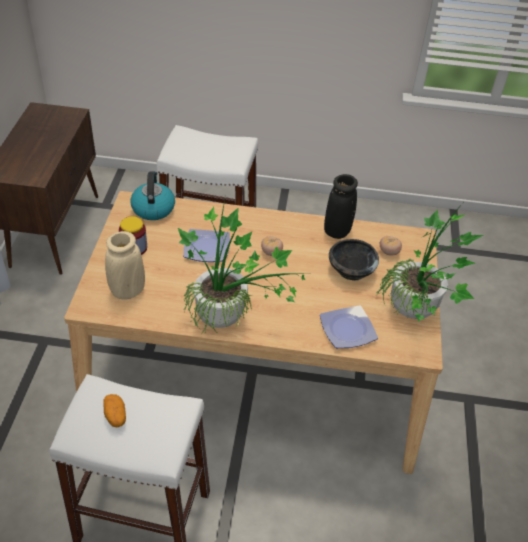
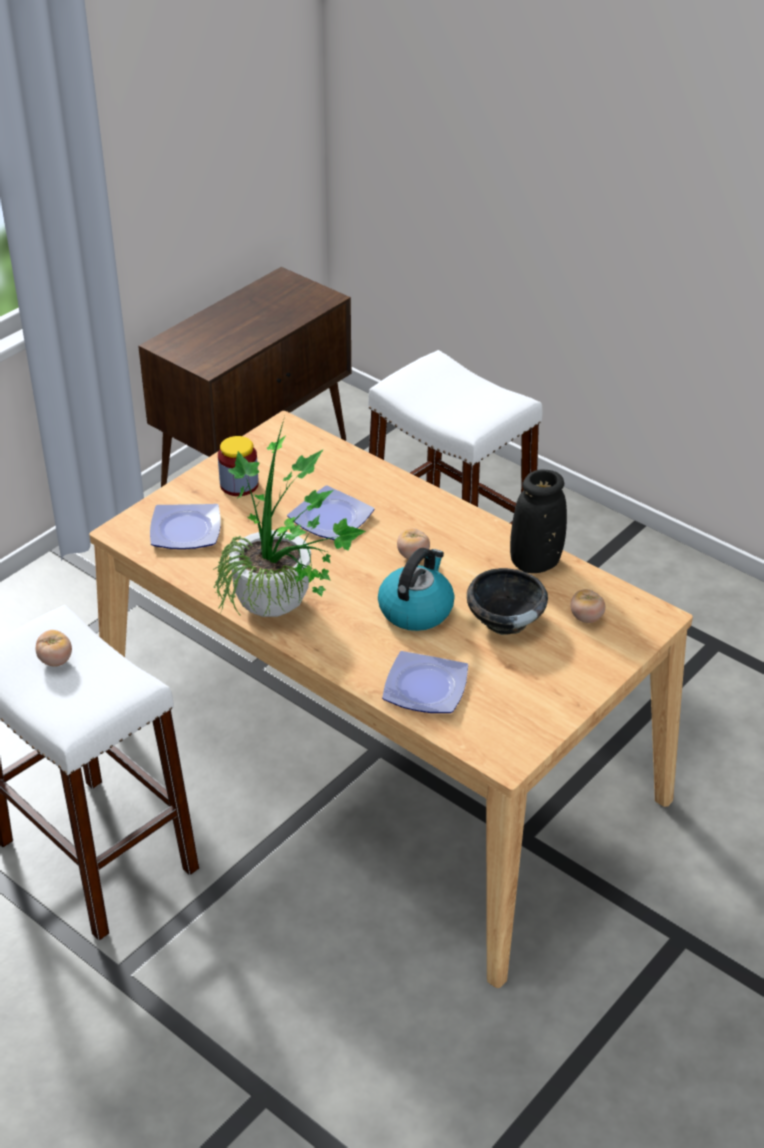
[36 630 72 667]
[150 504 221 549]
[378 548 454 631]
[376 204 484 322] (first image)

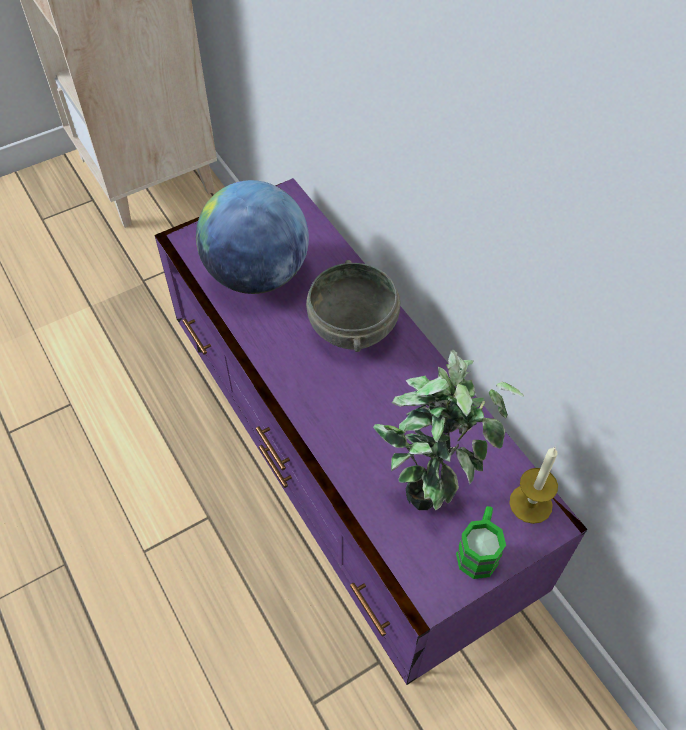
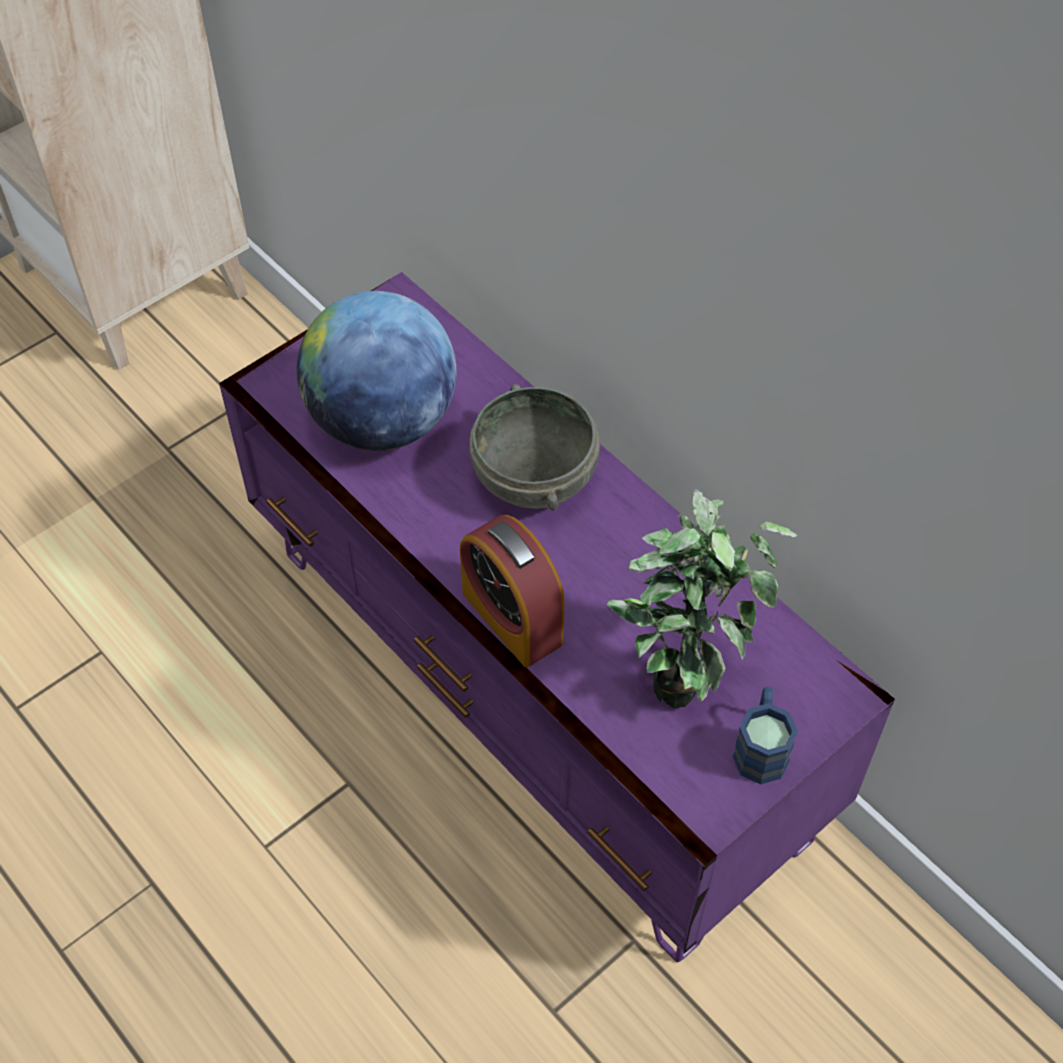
[460 515 565 667]
[732 687 798 785]
[509 447 558 524] (first image)

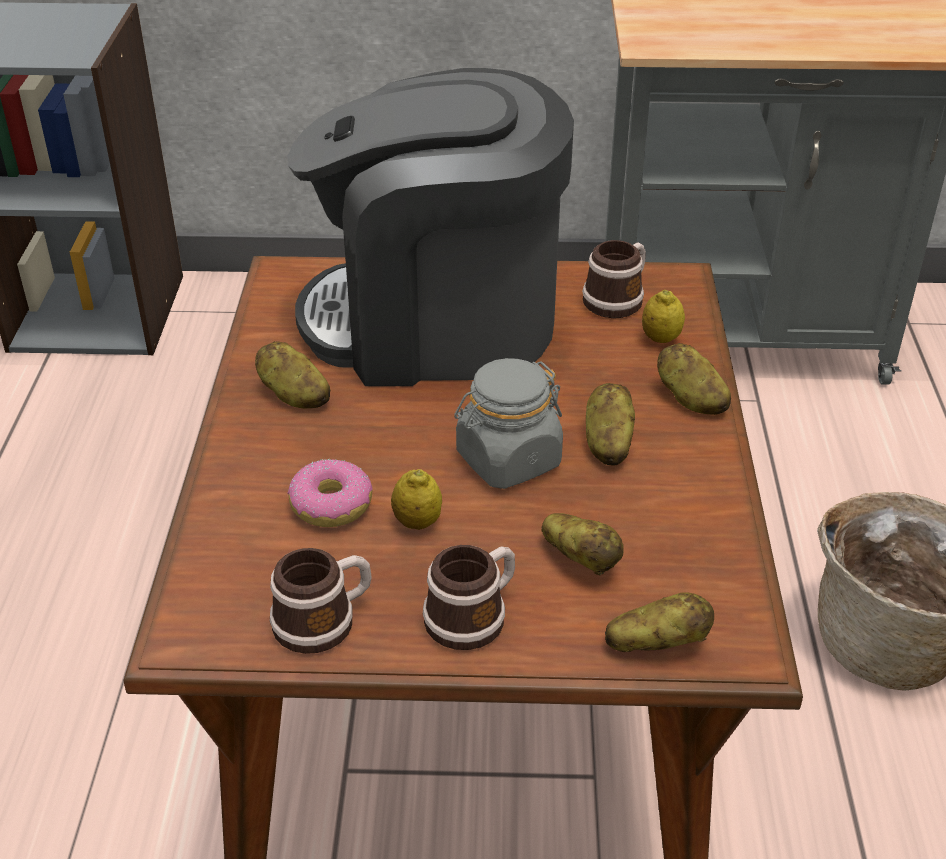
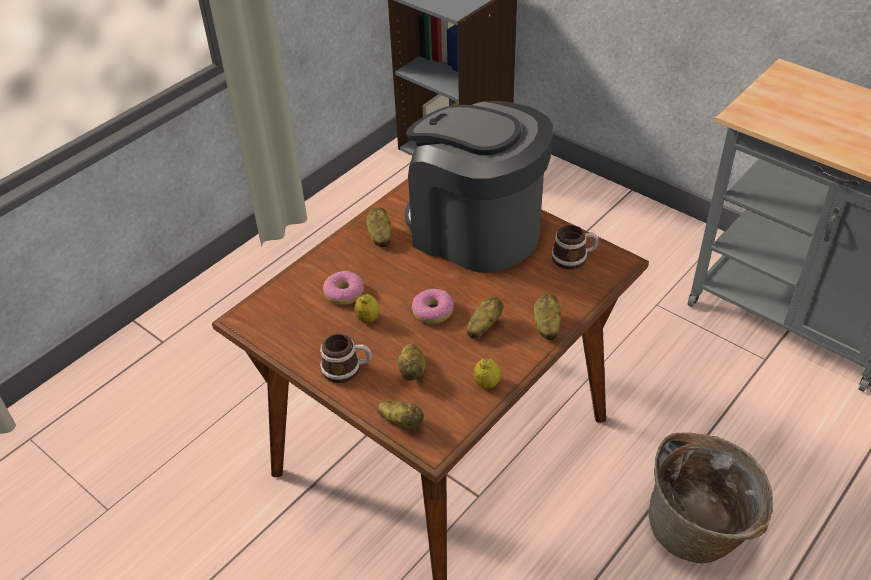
[412 289 454 324]
[473 358 501 388]
[270 548 372 654] (first image)

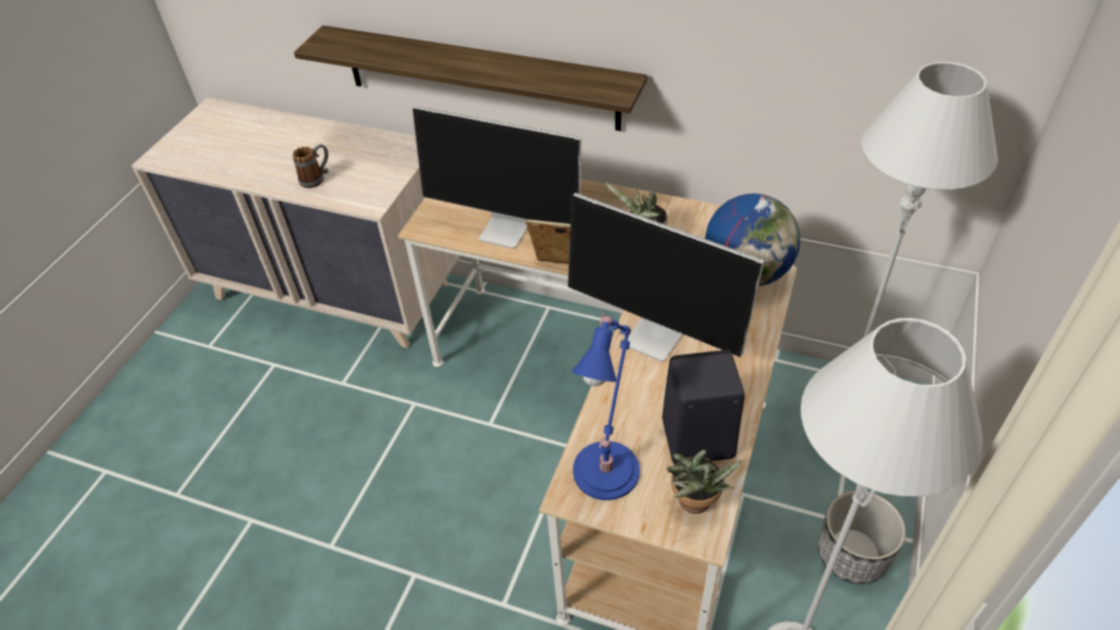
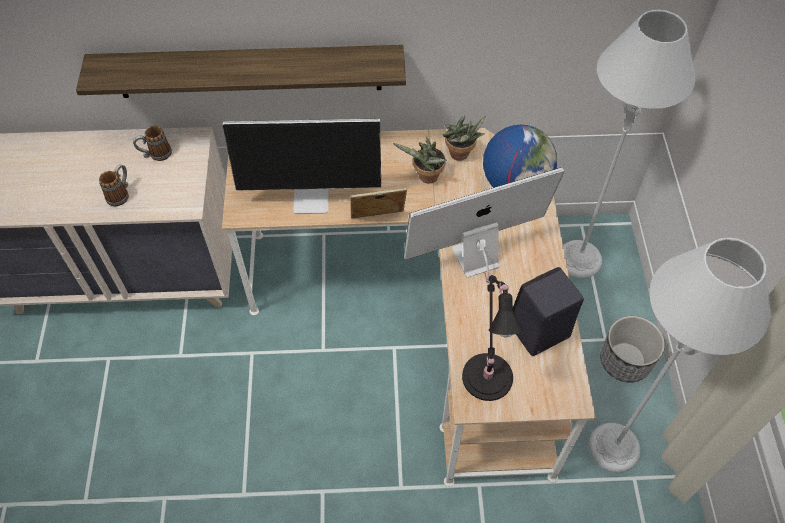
[133 126 172 161]
[404 167 565 283]
[442 116 486 161]
[462 274 523 401]

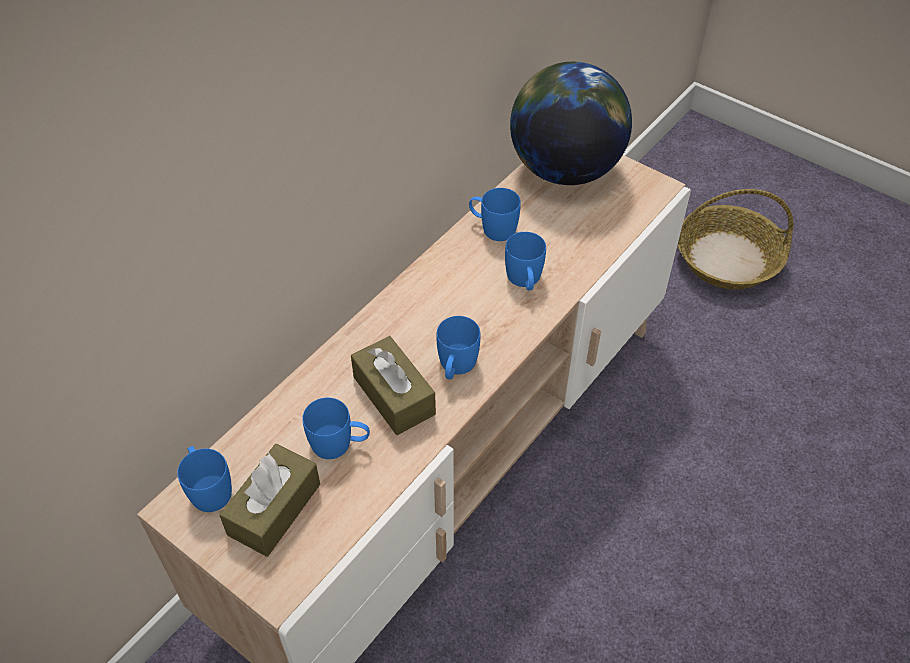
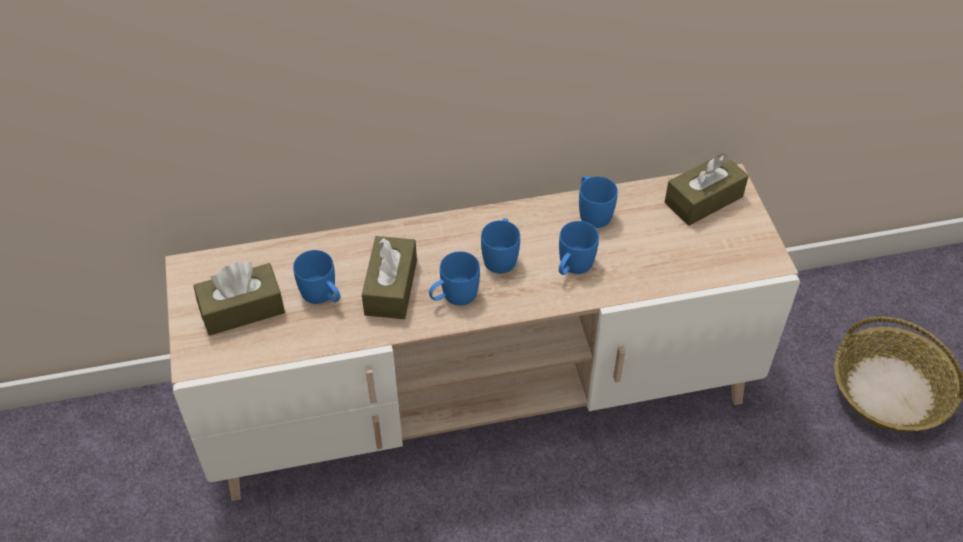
[481 218 520 273]
[664 153 749 226]

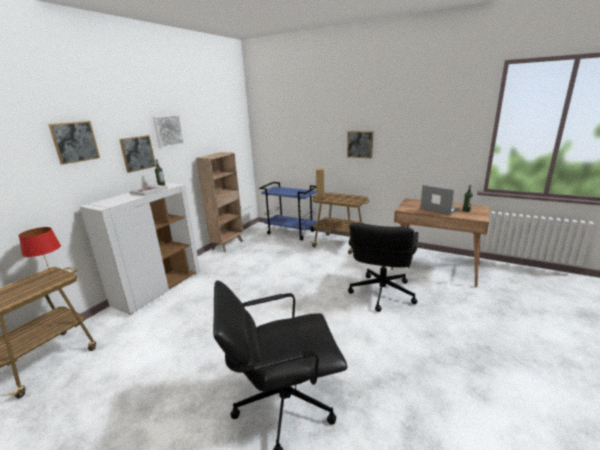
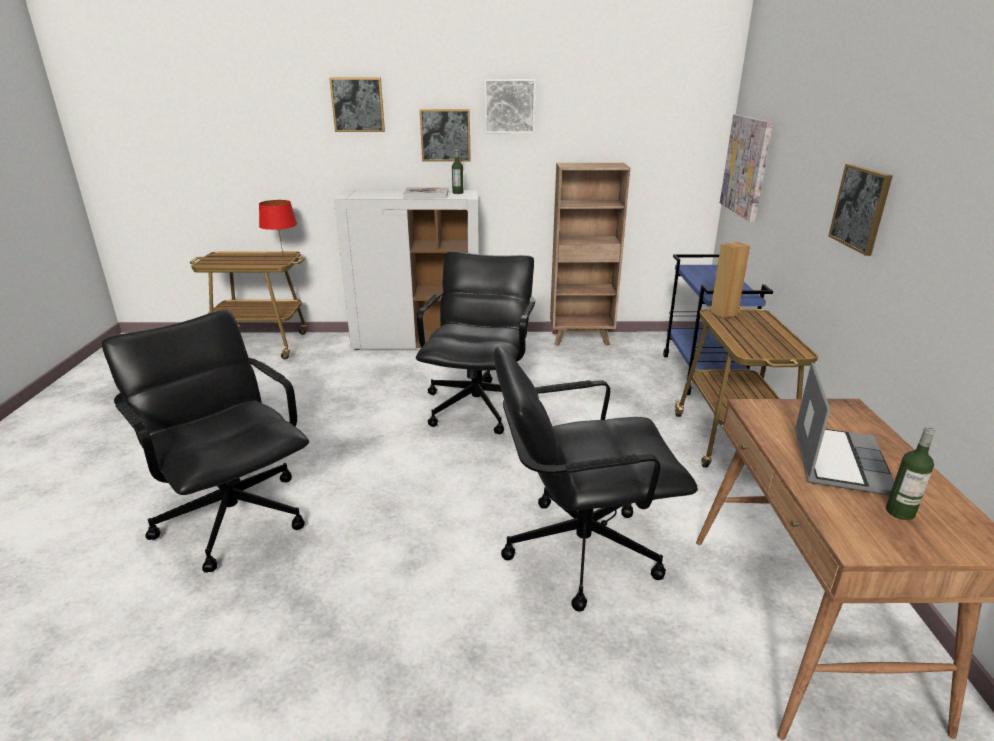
[416 251 535 434]
[720 115 773 222]

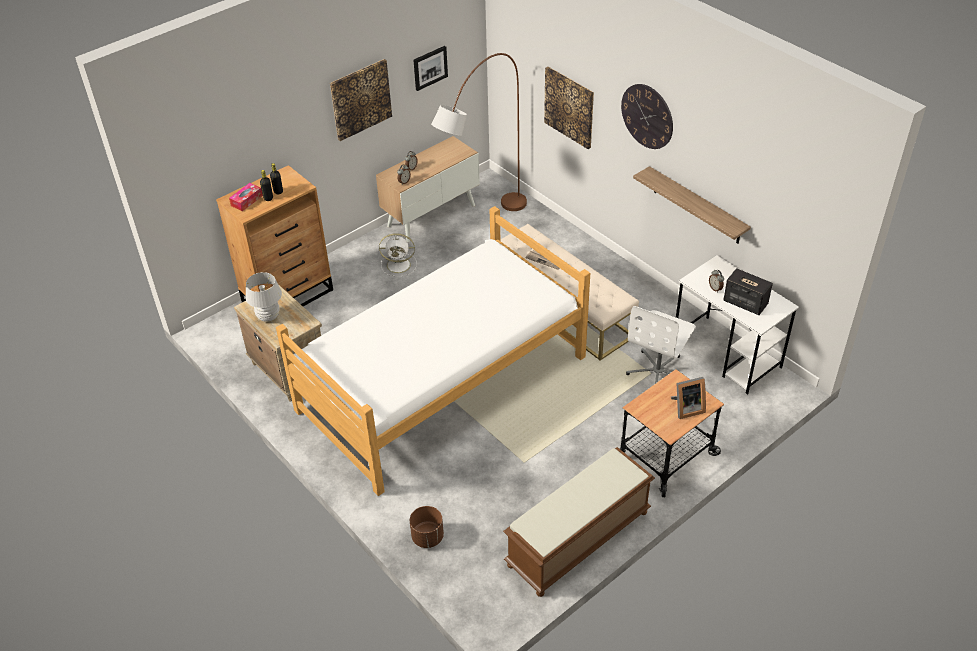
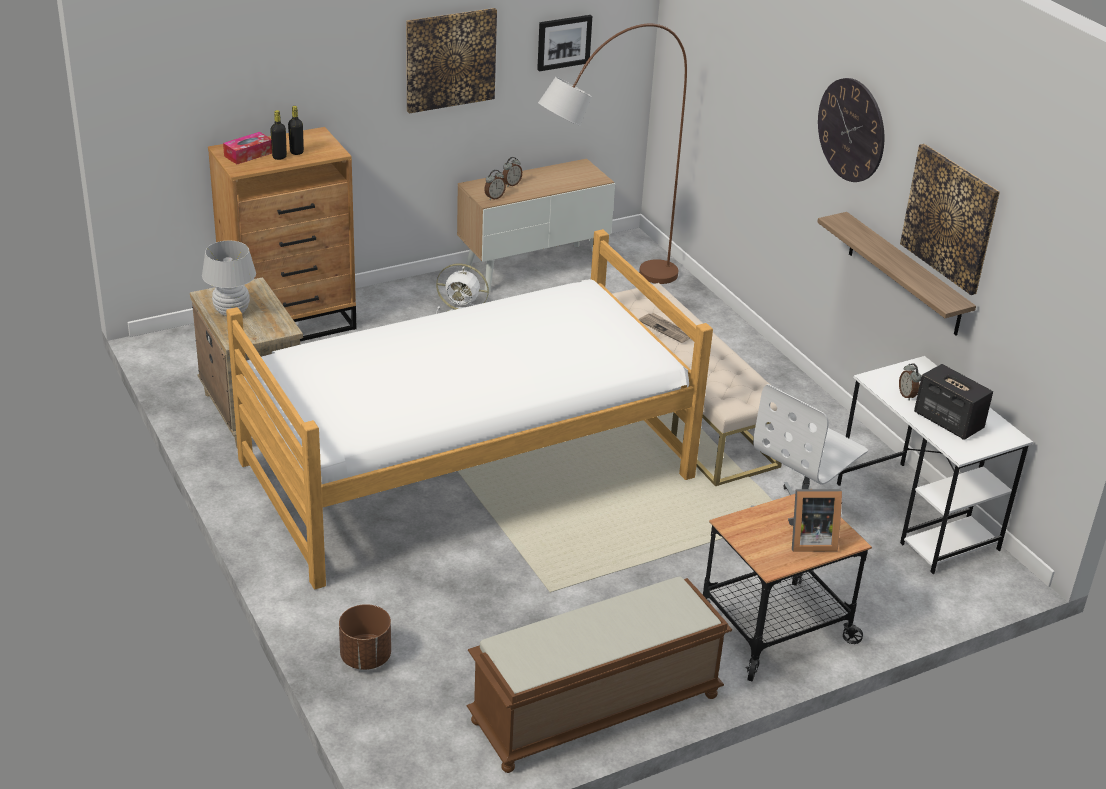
[900 144 1000 295]

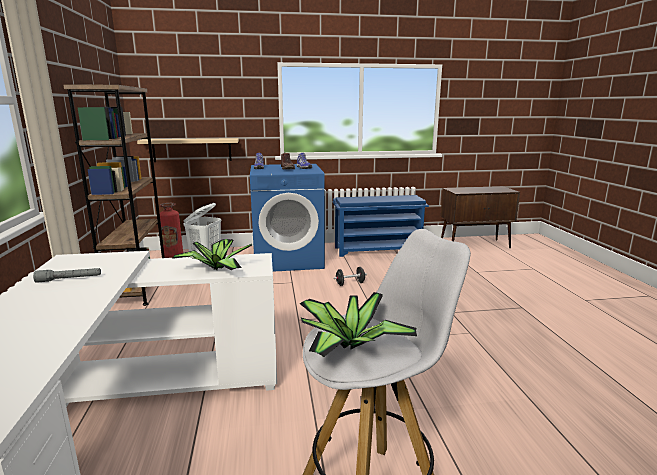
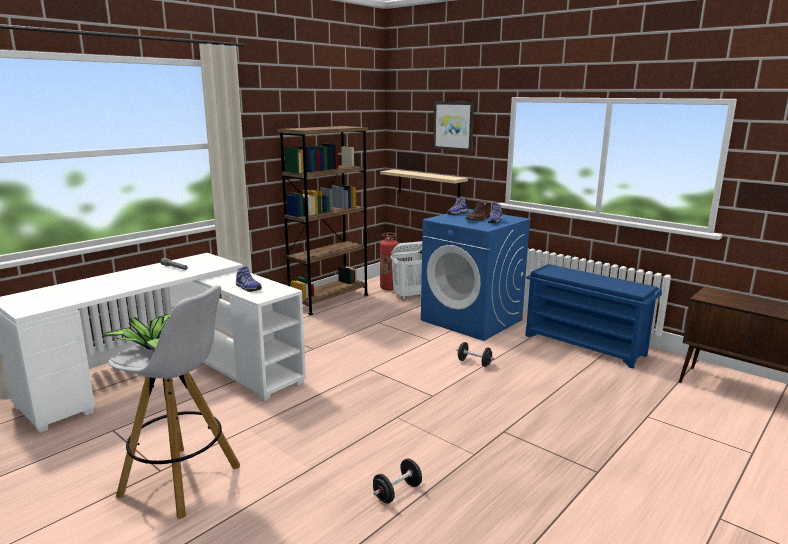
[236 266 262 292]
[373 458 422 504]
[433 101 474 152]

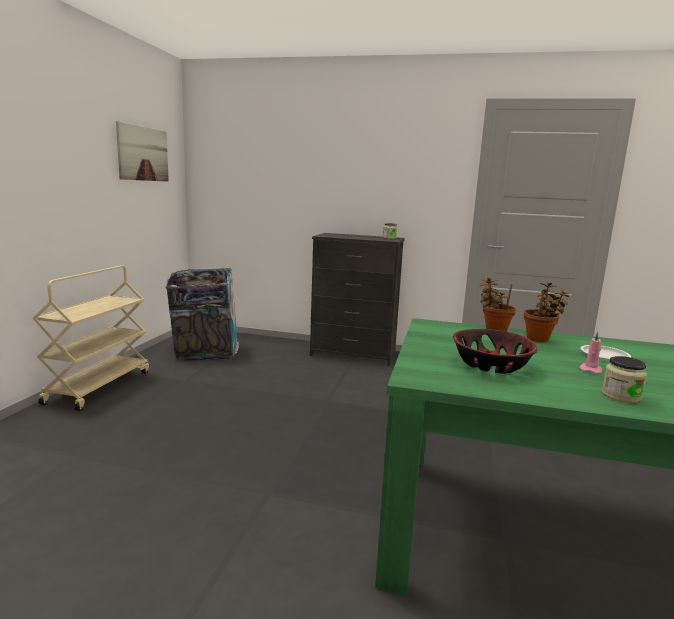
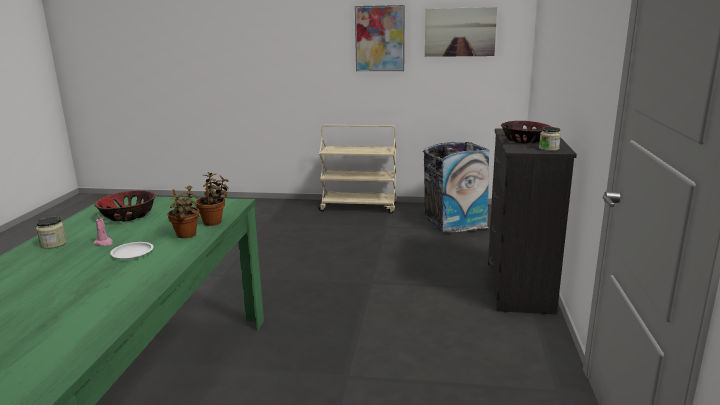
[355 5 405 71]
[501 121 551 144]

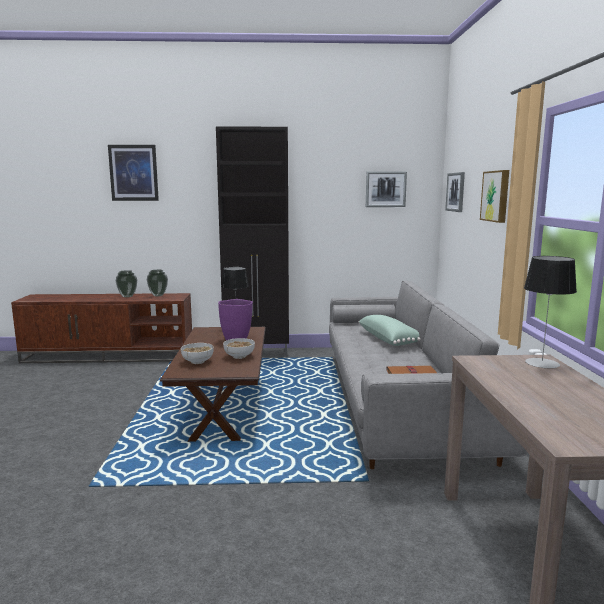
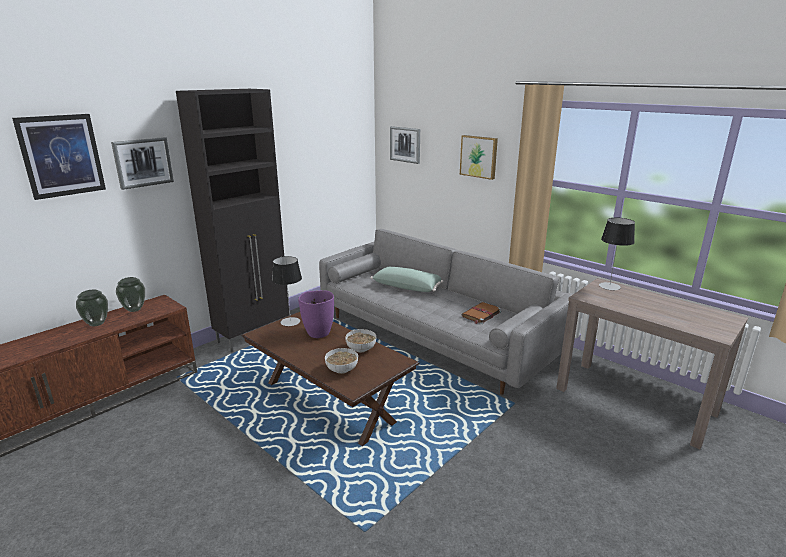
[111 137 174 190]

